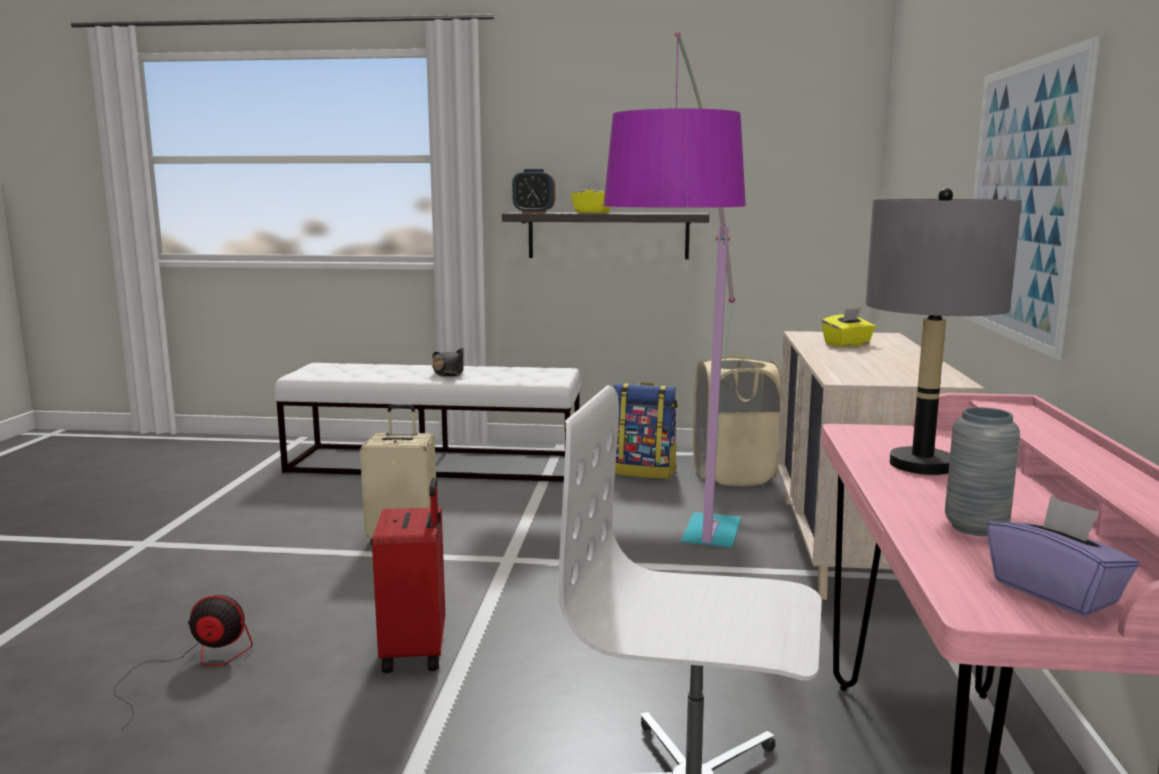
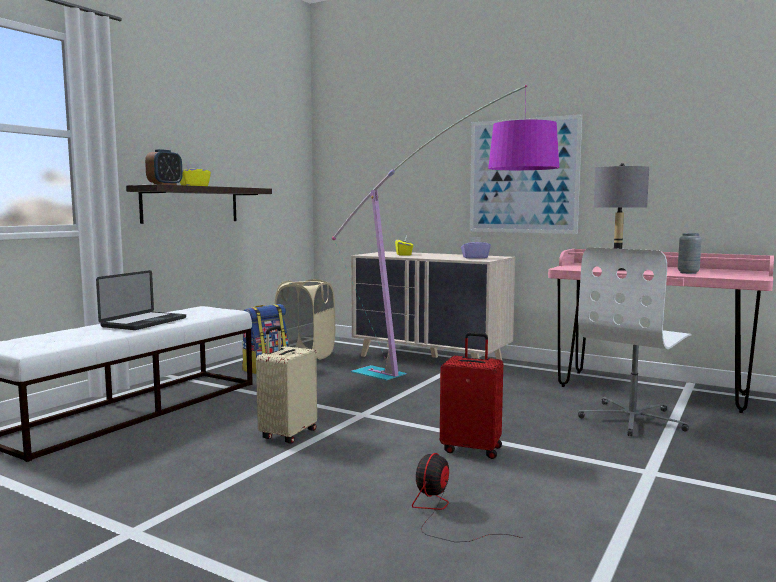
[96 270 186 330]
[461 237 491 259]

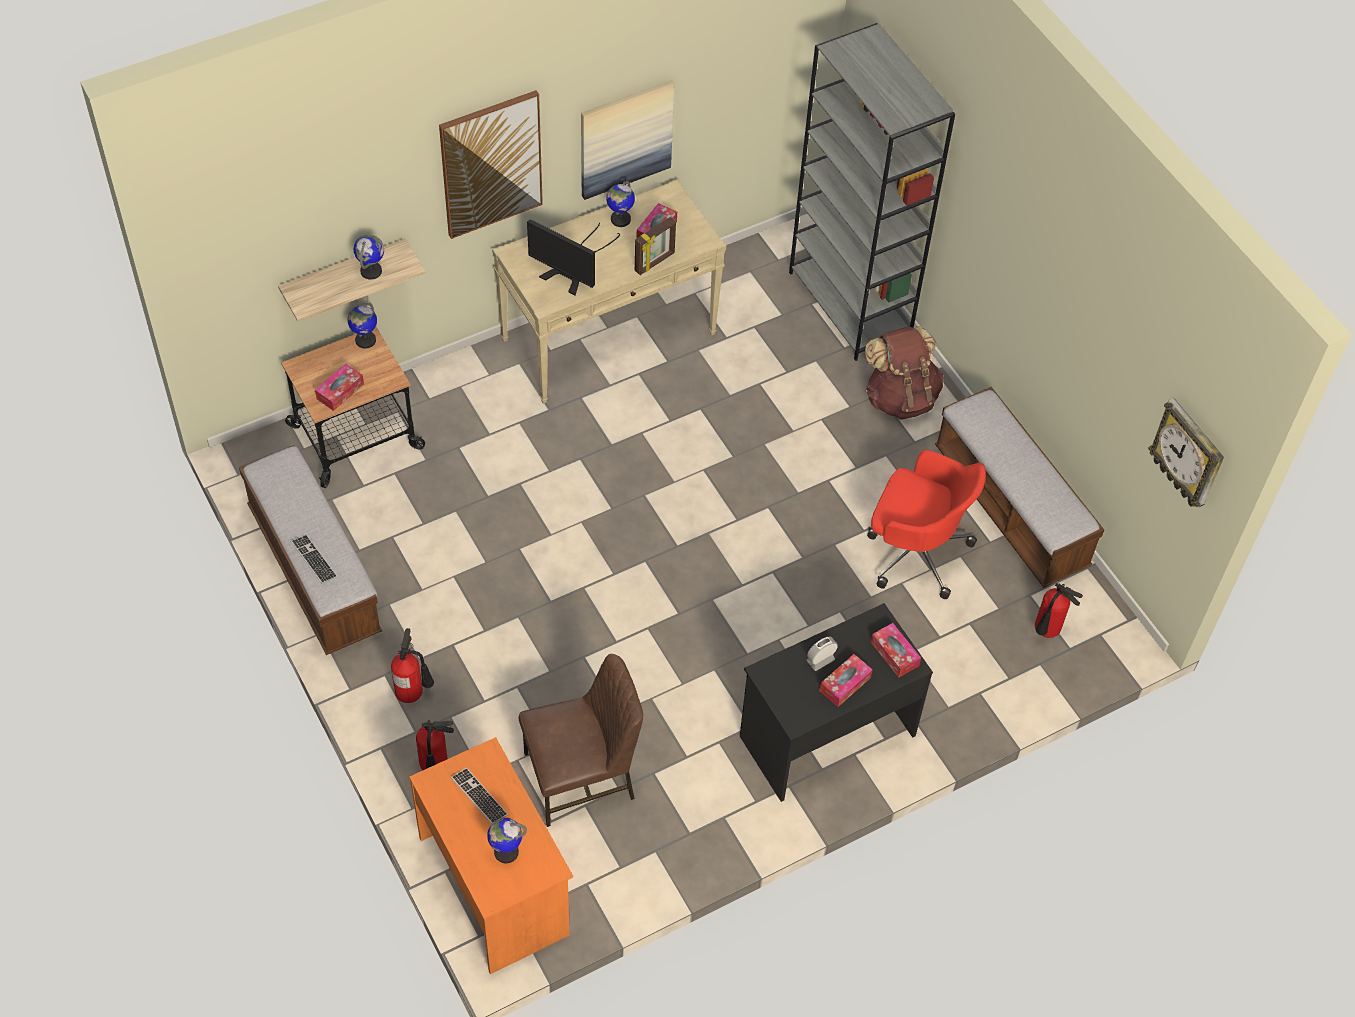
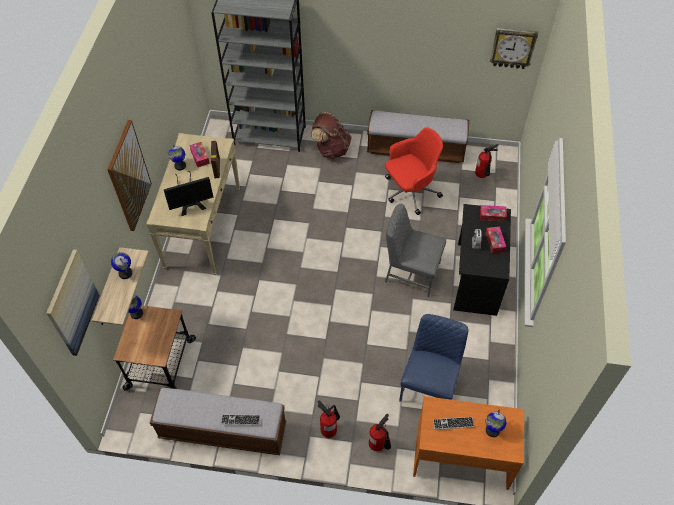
[46 249 100 356]
[385 204 446 297]
[399 314 469 402]
[315 364 364 411] (first image)

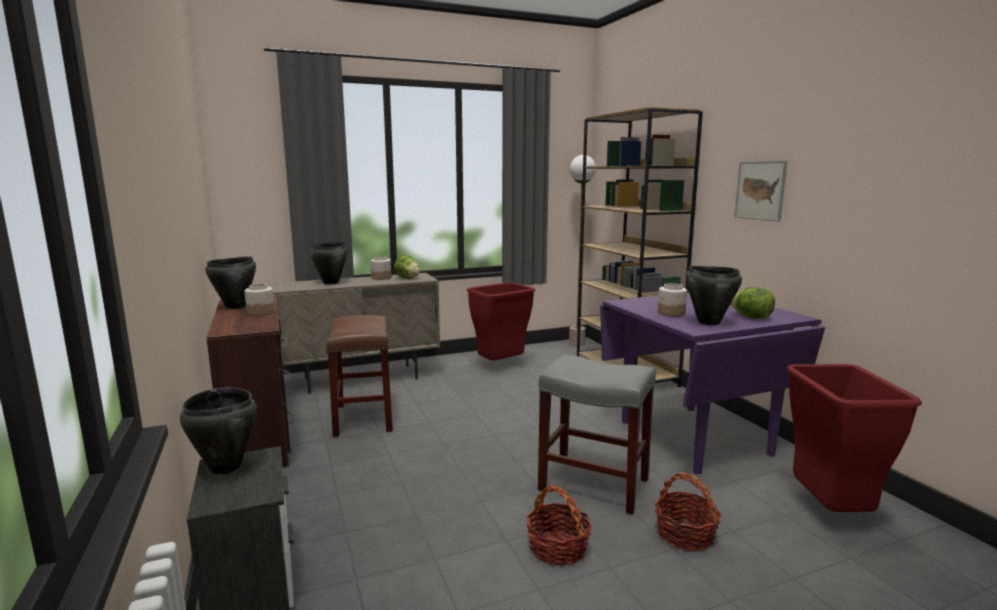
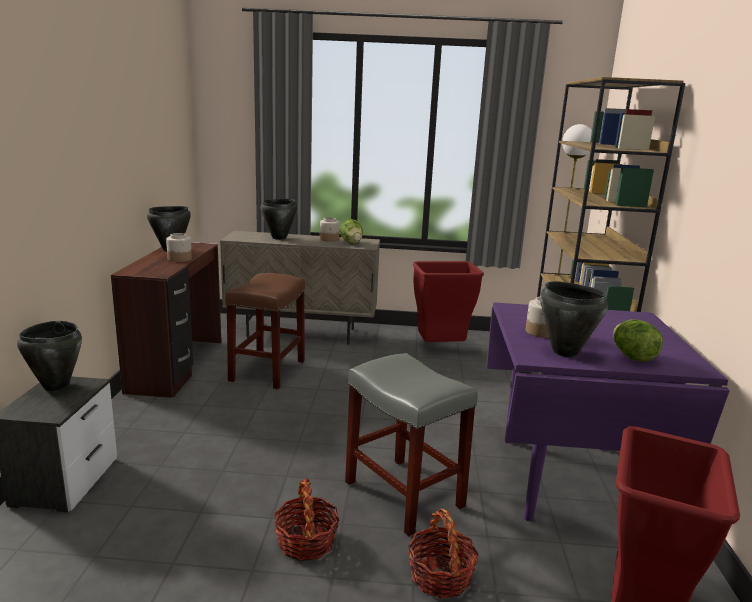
[734 161 787 222] (first image)

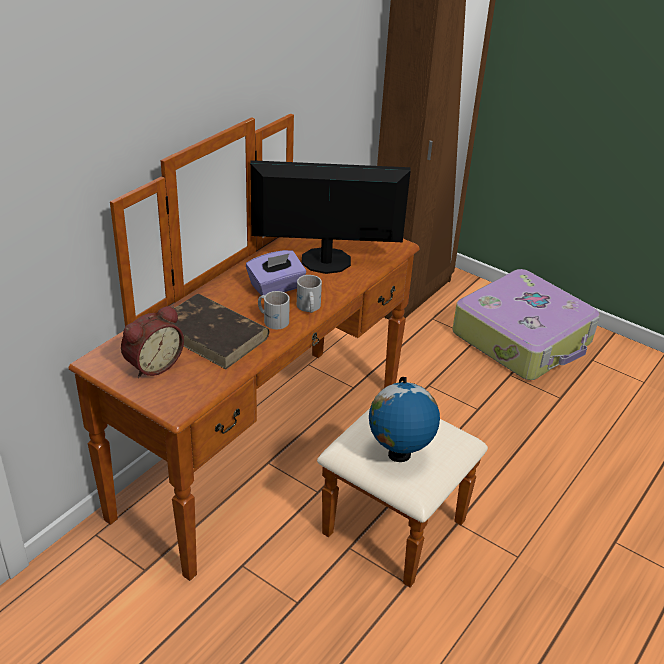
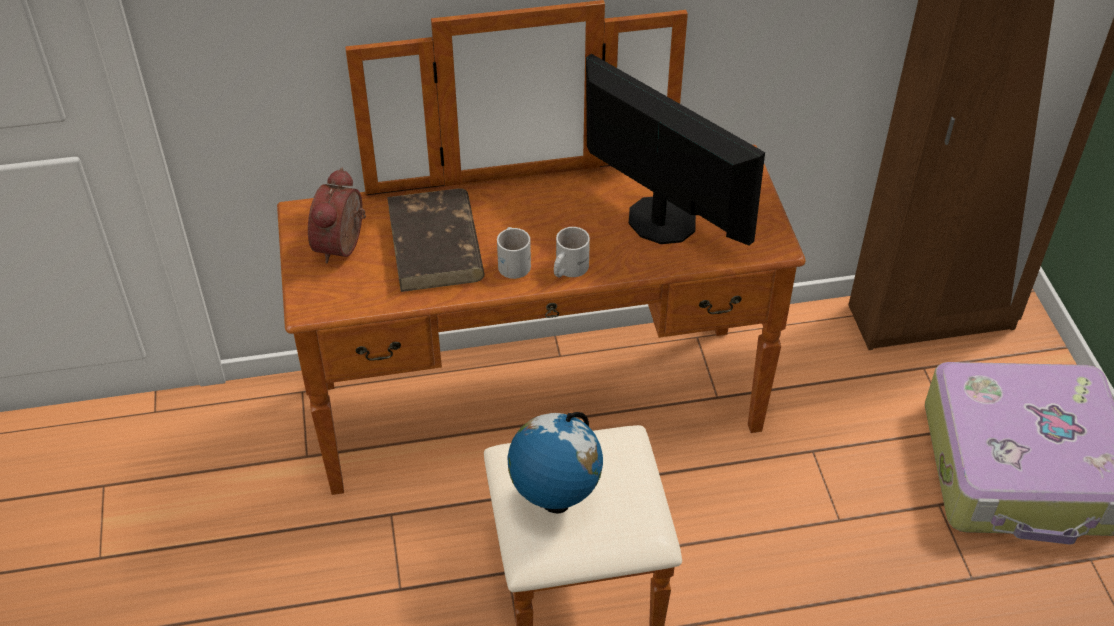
[308 167 366 264]
[246 250 306 296] (first image)

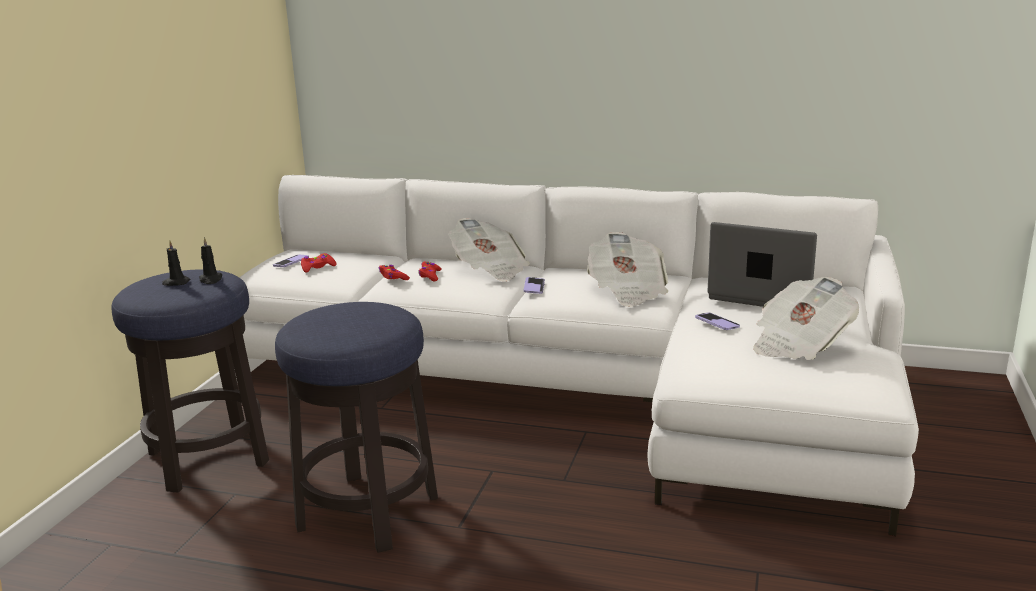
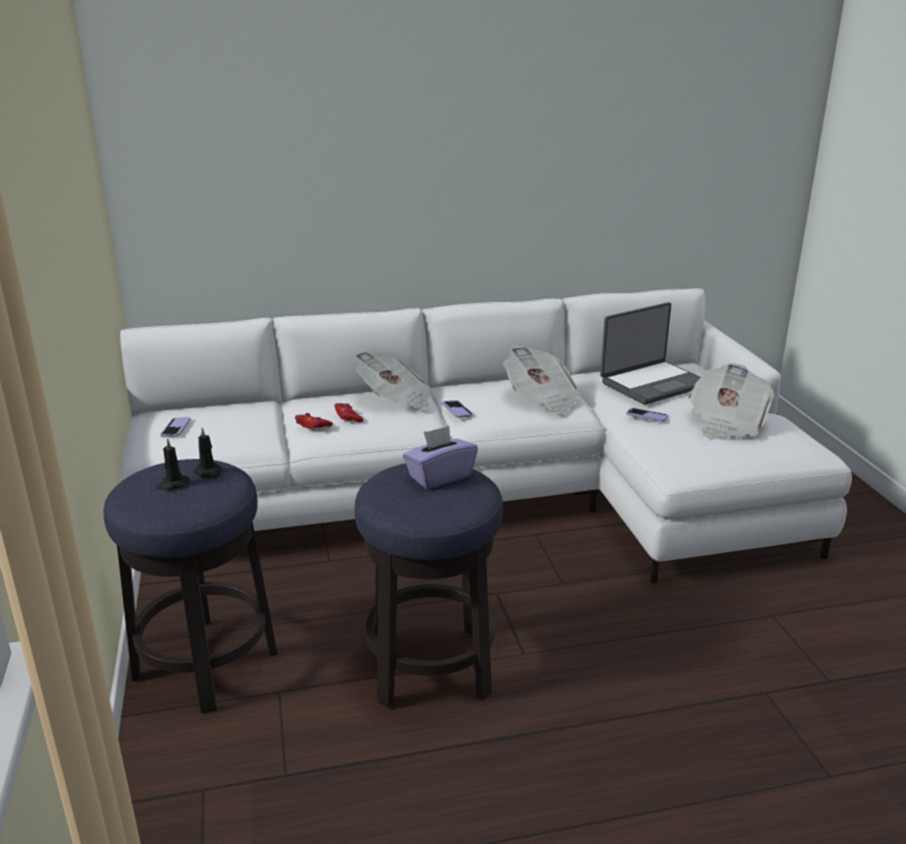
[403 426 478 489]
[600 302 701 405]
[301 253 337 273] (first image)

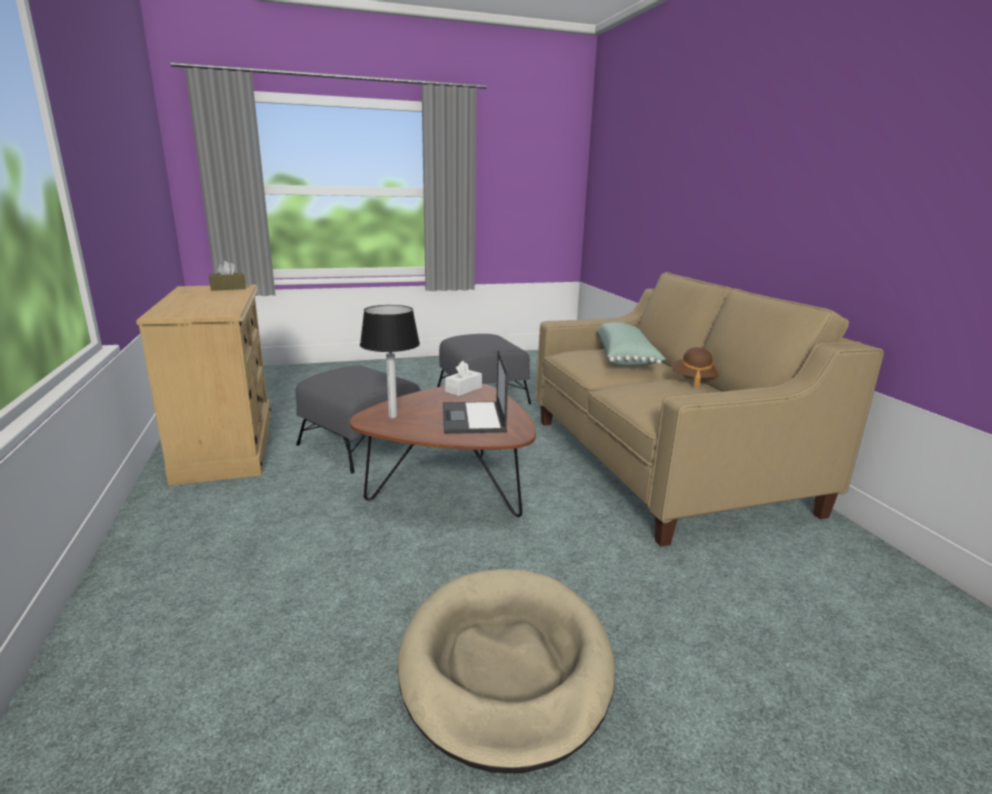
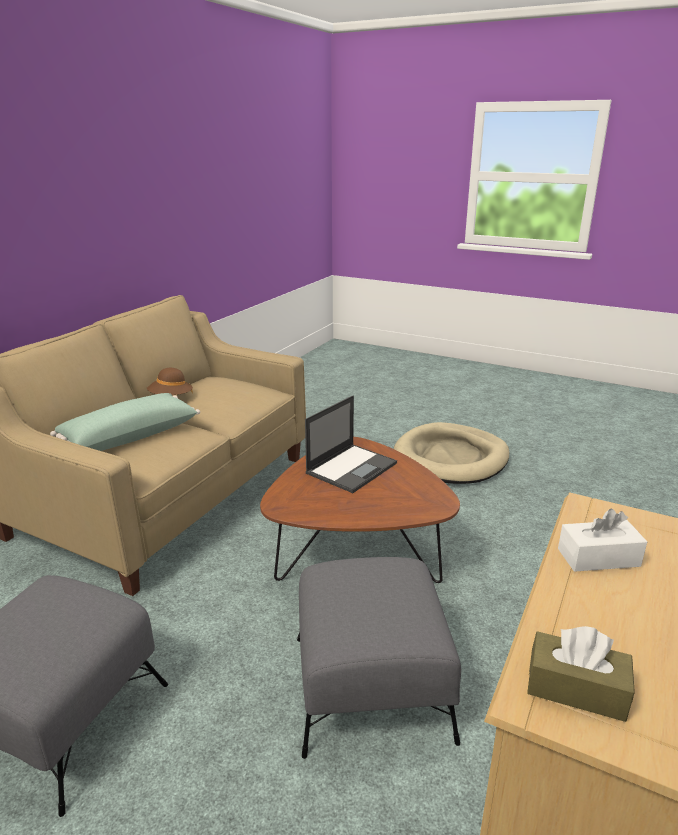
[558 509 647 572]
[360 305 420 418] (first image)

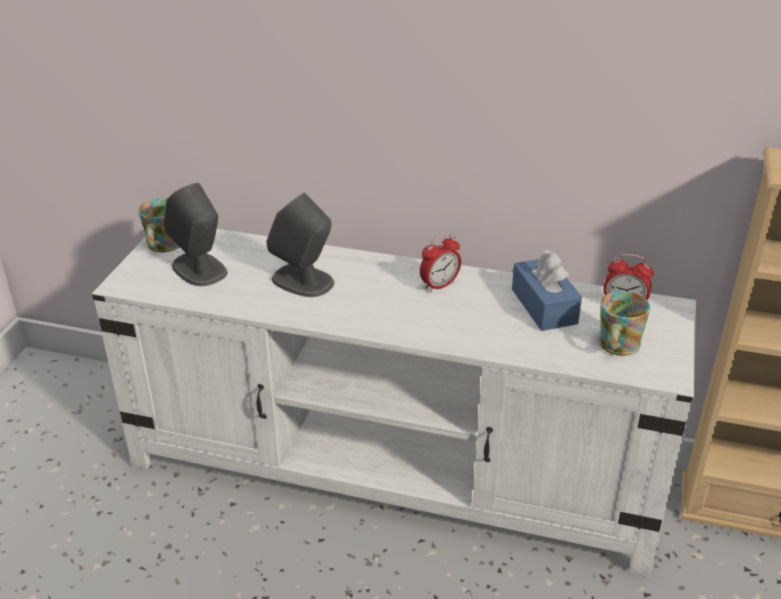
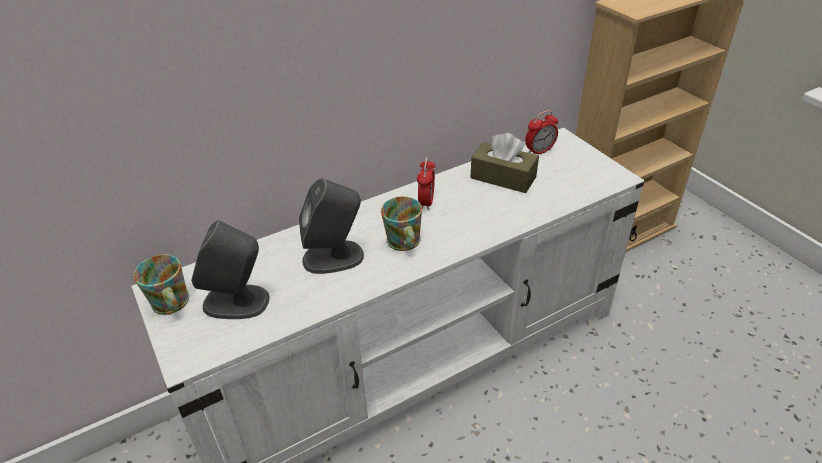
[381 196 422 251]
[470 133 539 193]

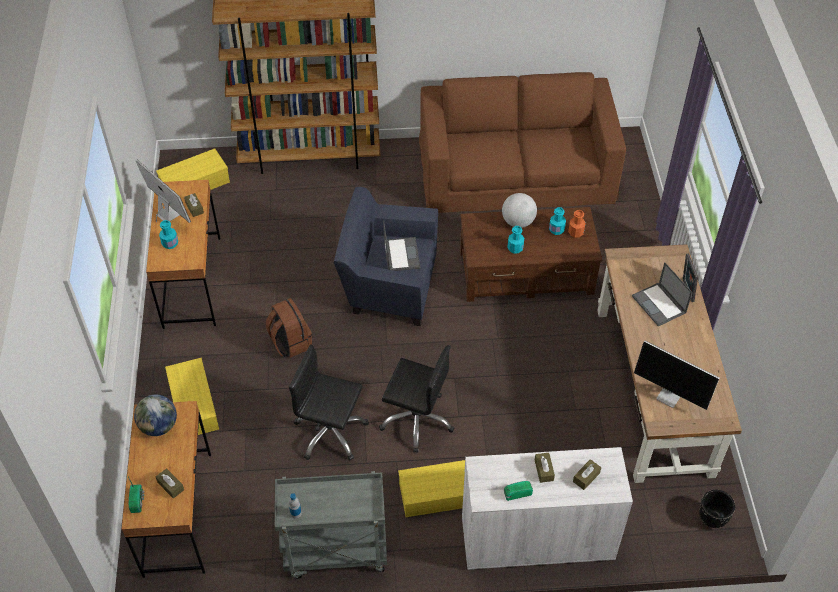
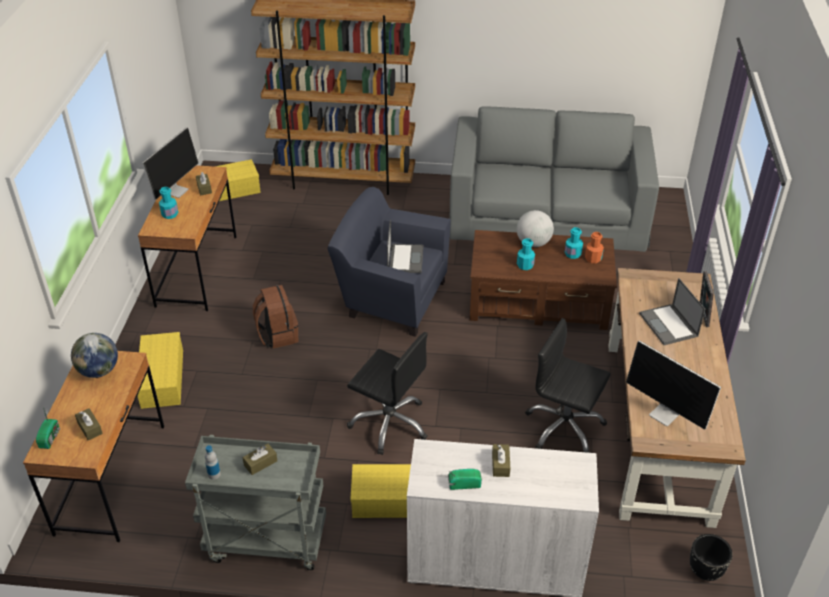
[142 127 199 199]
[243 444 277 475]
[449 106 659 252]
[525 318 611 453]

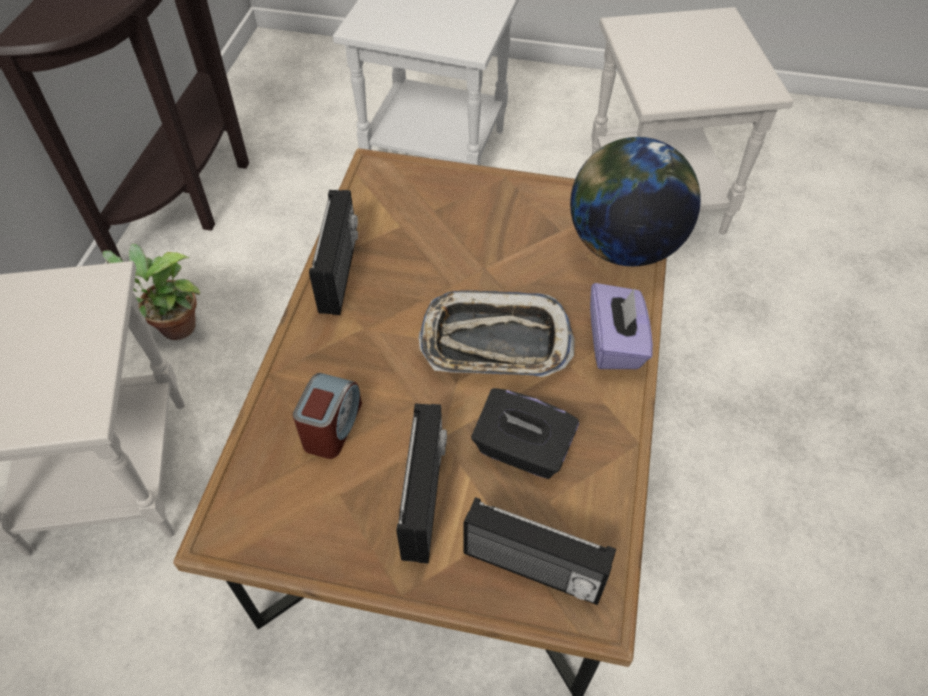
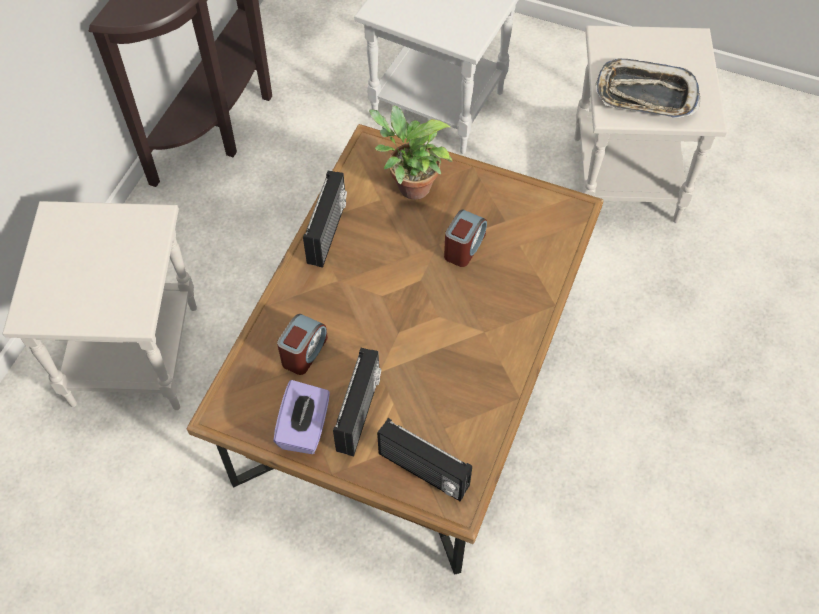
[273 380 330 454]
[369 105 452 199]
[444 209 487 267]
[595 58 701 118]
[471 388 579 479] (first image)
[570 137 701 266] (first image)

